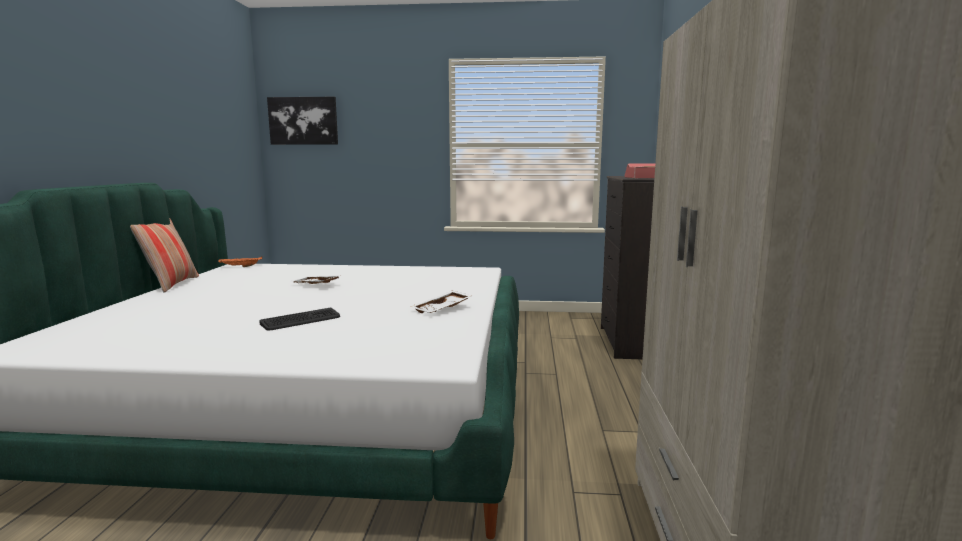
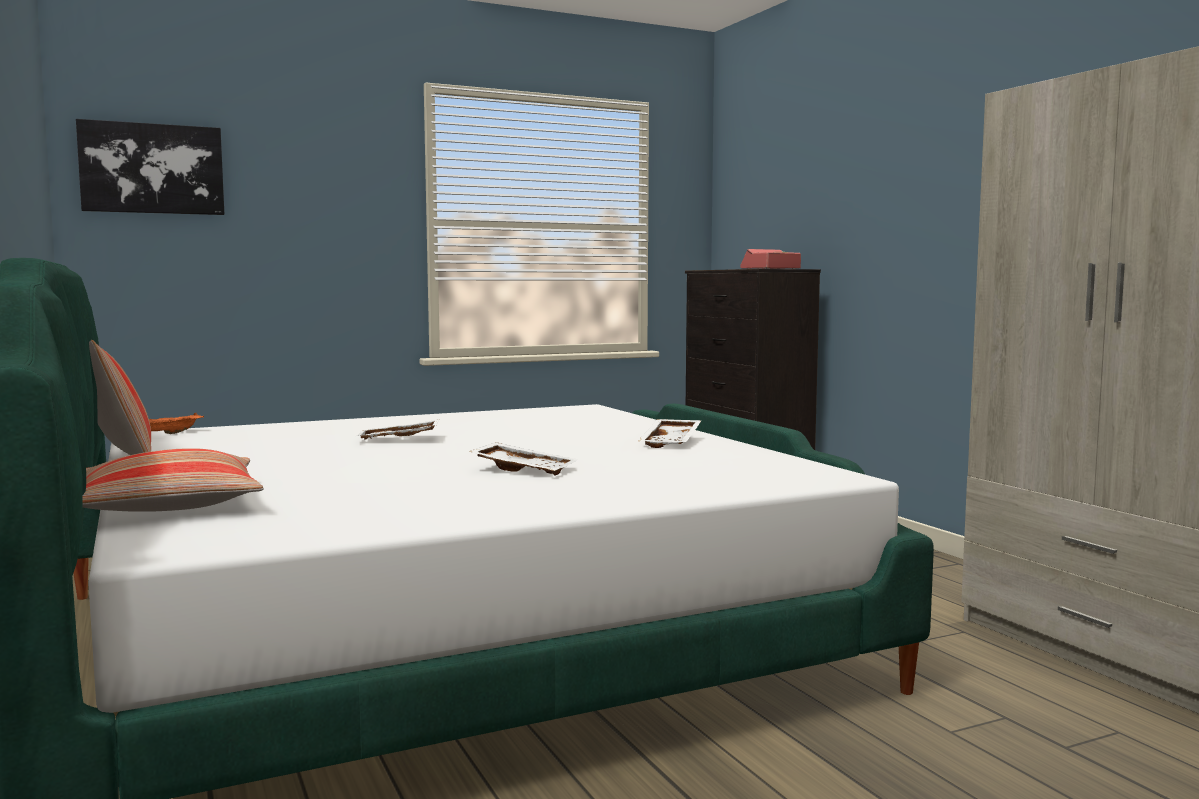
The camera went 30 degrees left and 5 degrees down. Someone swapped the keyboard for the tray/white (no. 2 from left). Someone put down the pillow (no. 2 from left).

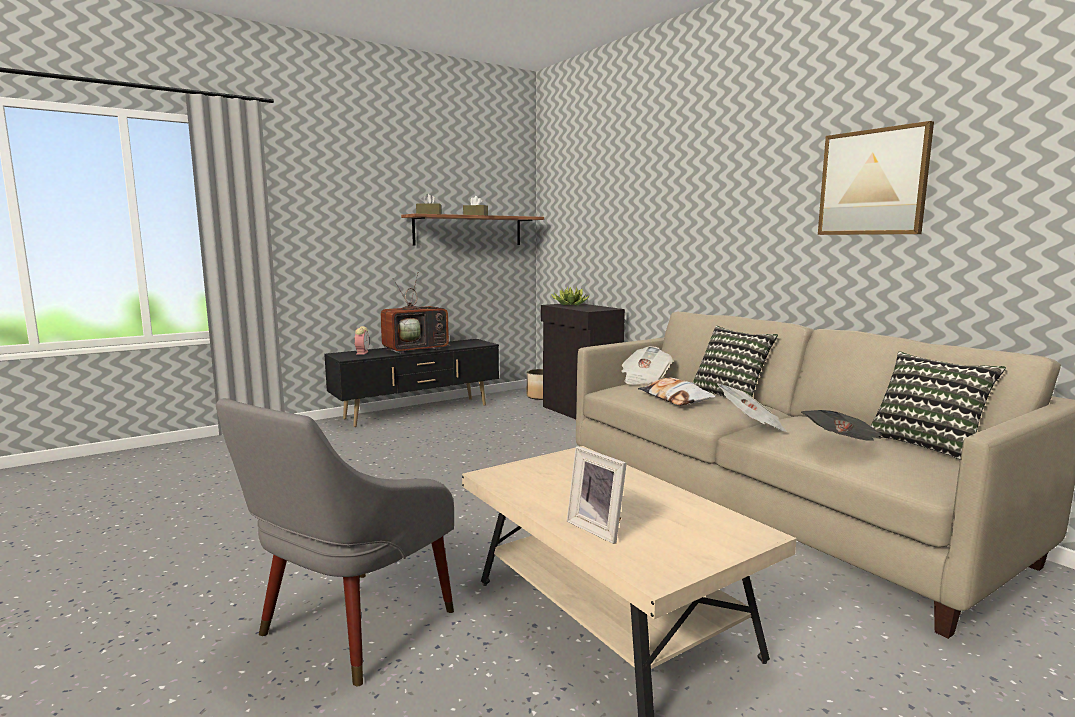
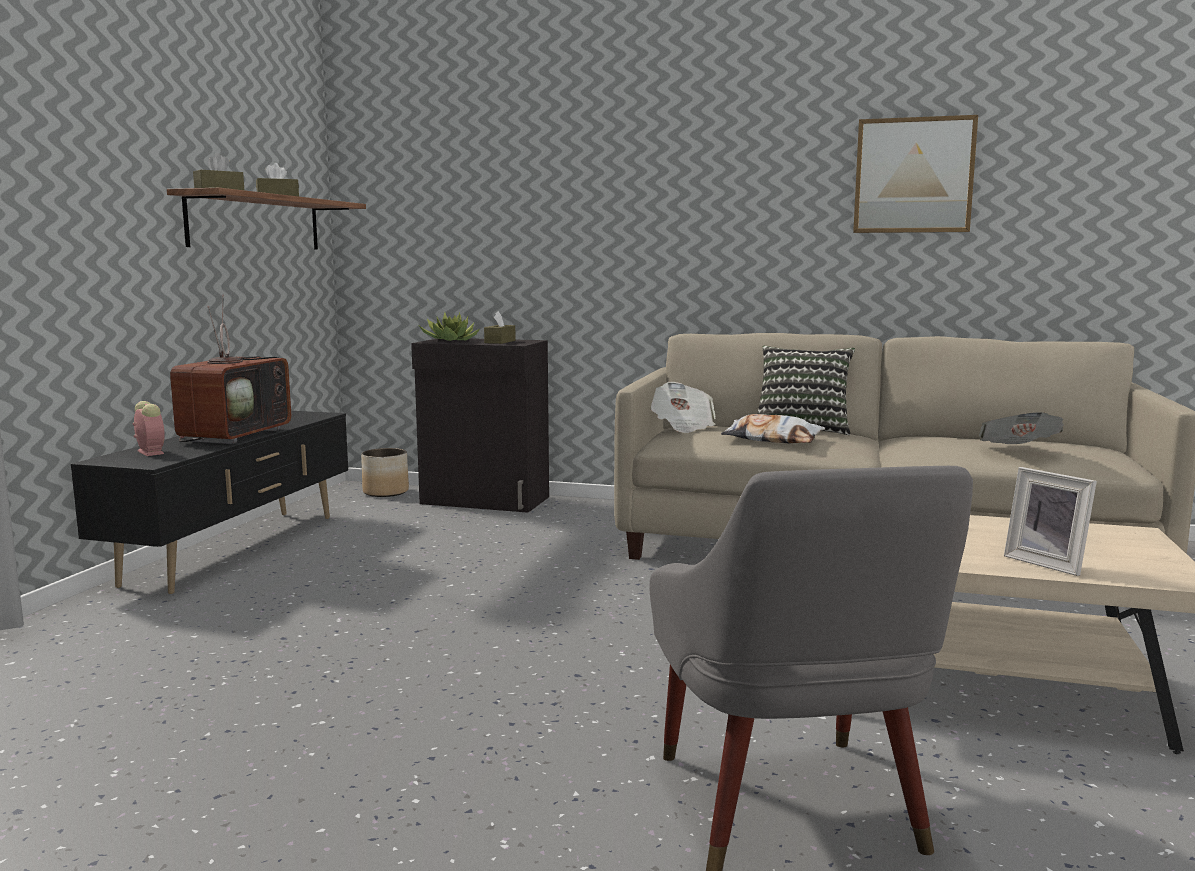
The camera went 40 degrees left and 0 degrees up. Someone rotated the picture frame by 45 degrees clockwise. Someone took away the newspaper (no. 2 from left). Someone took away the pillow (no. 3 from left). Someone put down the tissue box/brown (no. 3 from left).

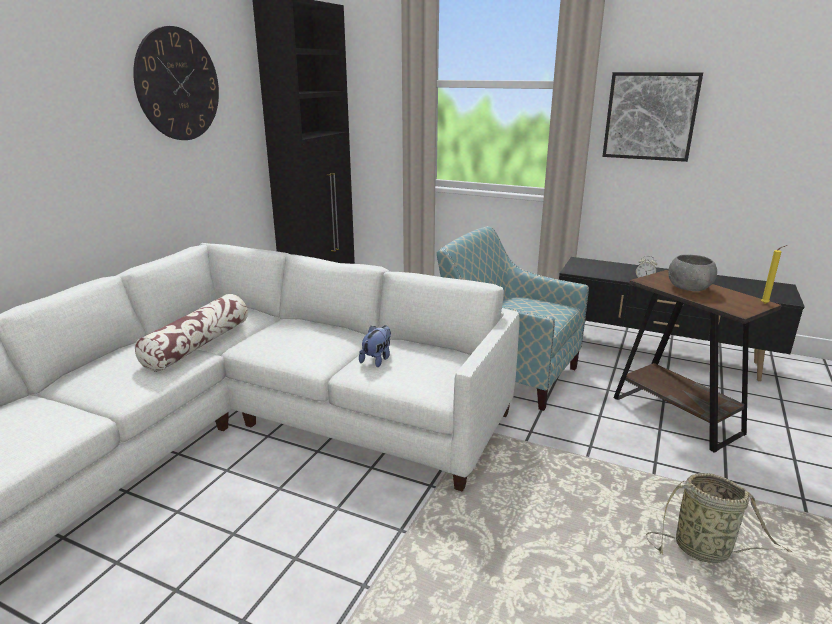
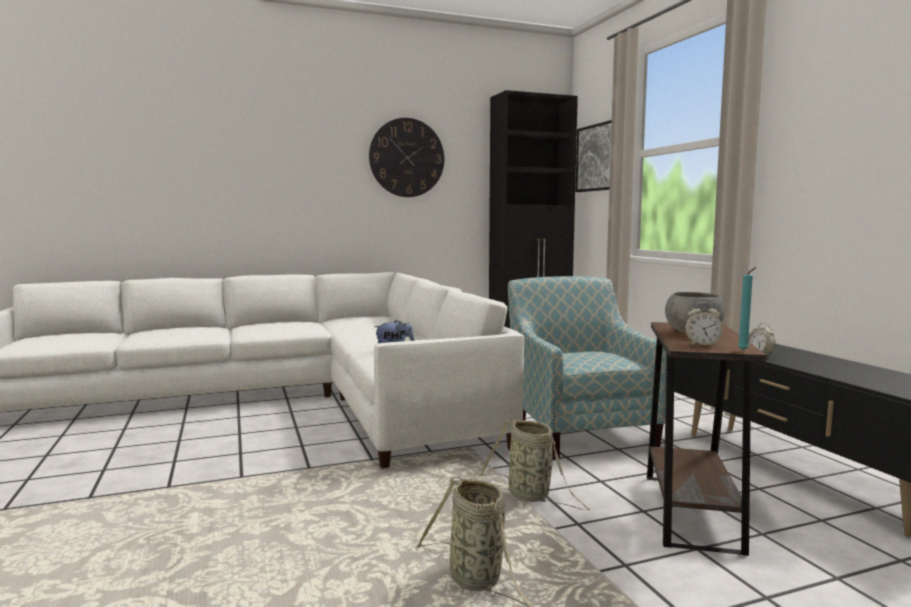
The camera went 45 degrees right and 15 degrees down. Someone took away the pillow. Someone carried the picture. Someone repainted the candle/yellow, which became the candle/turquoise. Someone put down the basket (no. 2 from left). Someone put down the alarm clock (no. 1 from left).

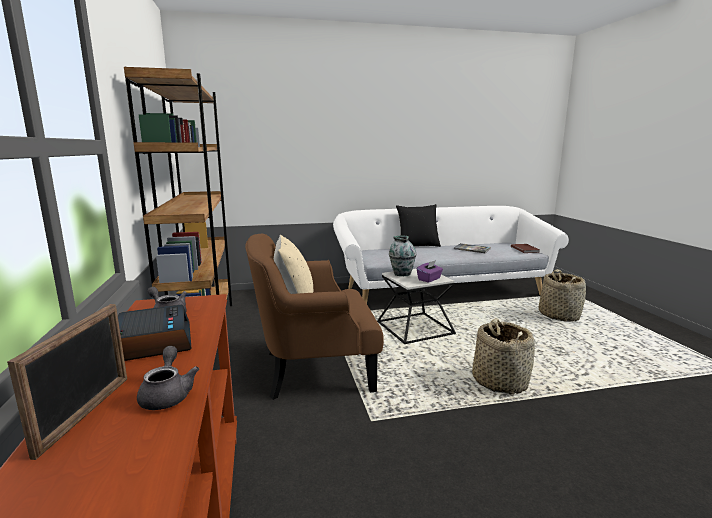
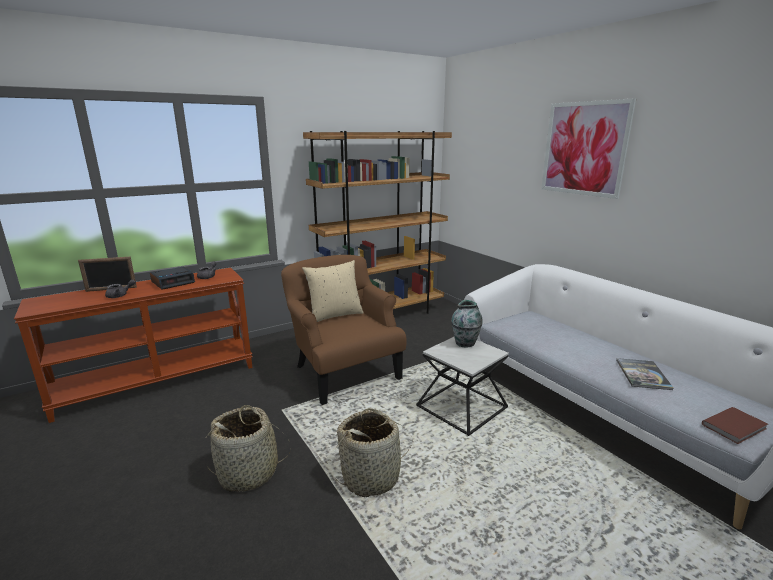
The camera went 70 degrees right and 5 degrees up. Someone took away the pillow/black. Someone took away the tissue box/purple. Someone carried the basket (no. 2 from left in the first image). Someone put up the picture.

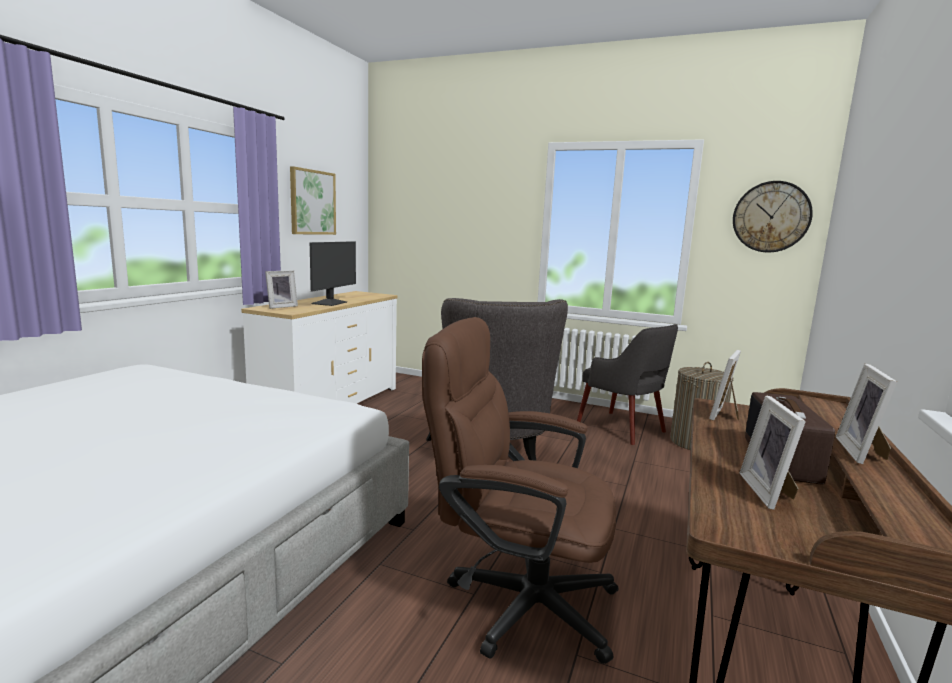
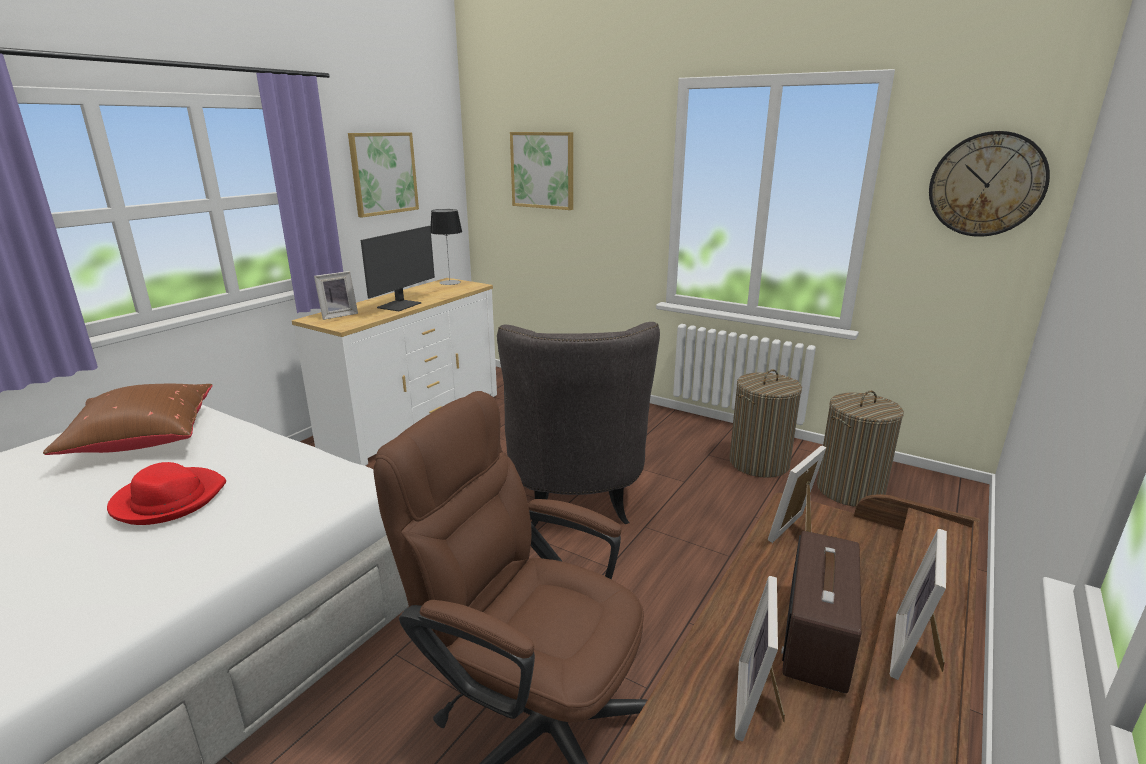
The camera went 10 degrees right and 10 degrees up. Someone swapped the armchair/grey (no. 2 from left) for the laundry basket (no. 1 from left). Someone put down the pillow/brown. Someone put down the hat/red. Someone put down the table lamp. Someone put up the picture (no. 2 from left).

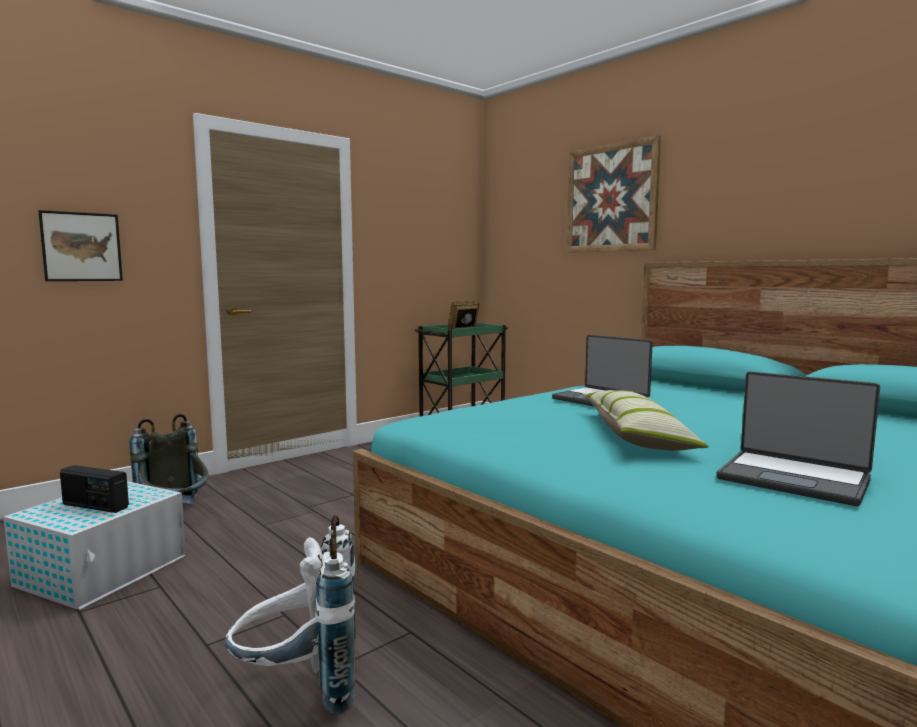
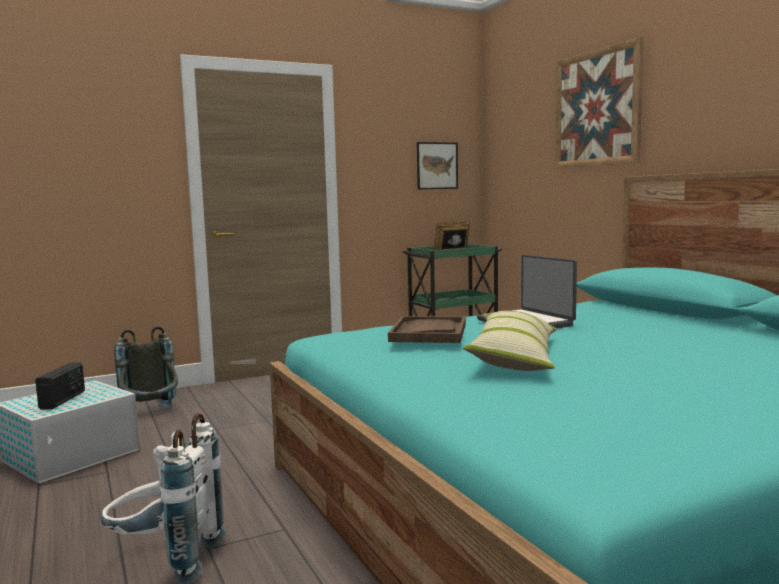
The camera went 15 degrees right and 0 degrees up. Someone carried the picture (no. 1 from left). Someone rotated the radio by 120 degrees counterclockwise. Someone took away the laptop (no. 2 from left). Someone put down the tray/brown.

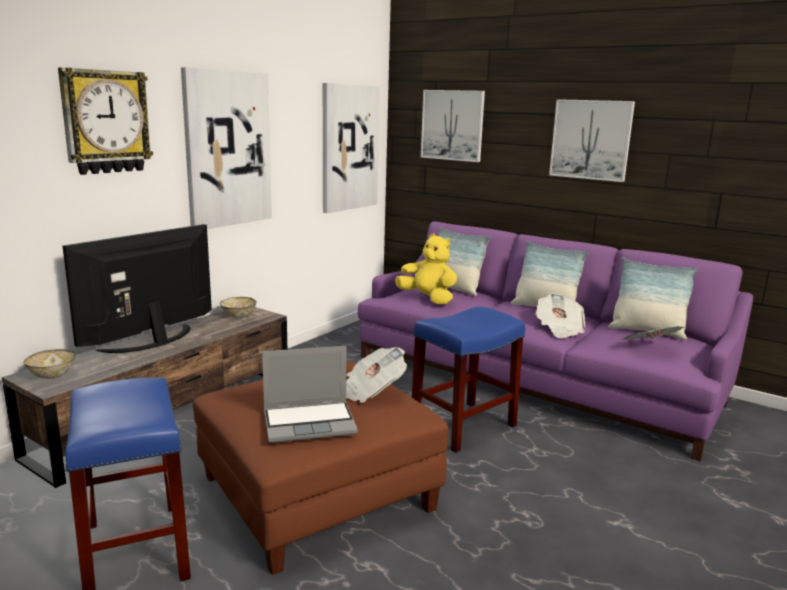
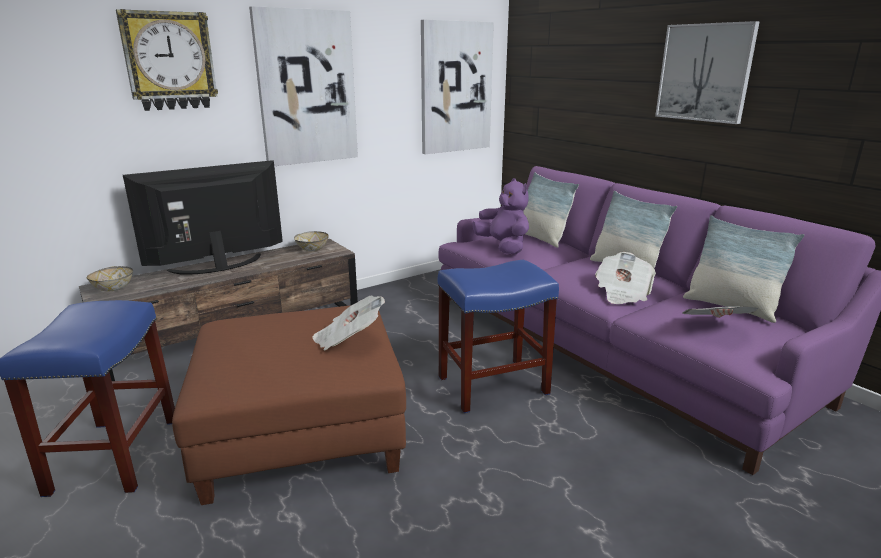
The camera went 20 degrees right and 5 degrees up. Someone took away the laptop. Someone repainted the plush toy/yellow, which became the plush toy/purple. Someone took away the picture (no. 3 from left).

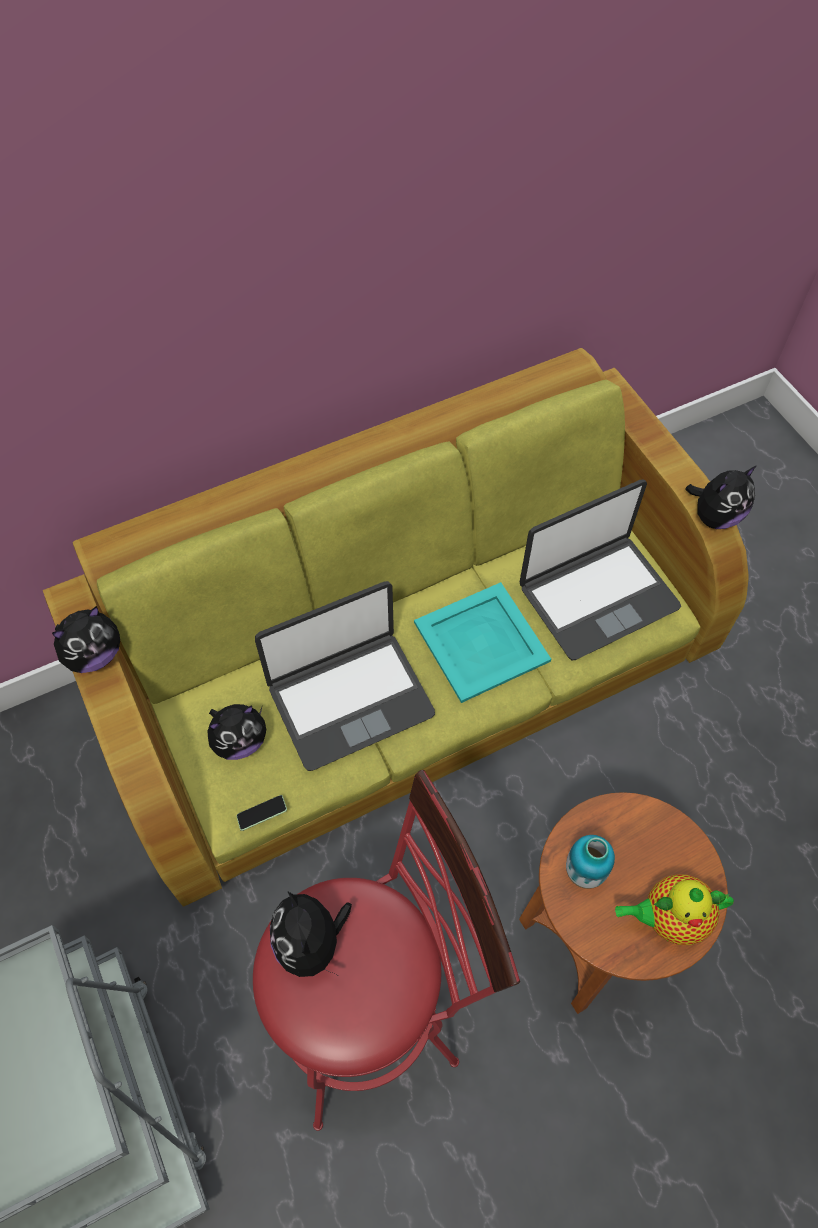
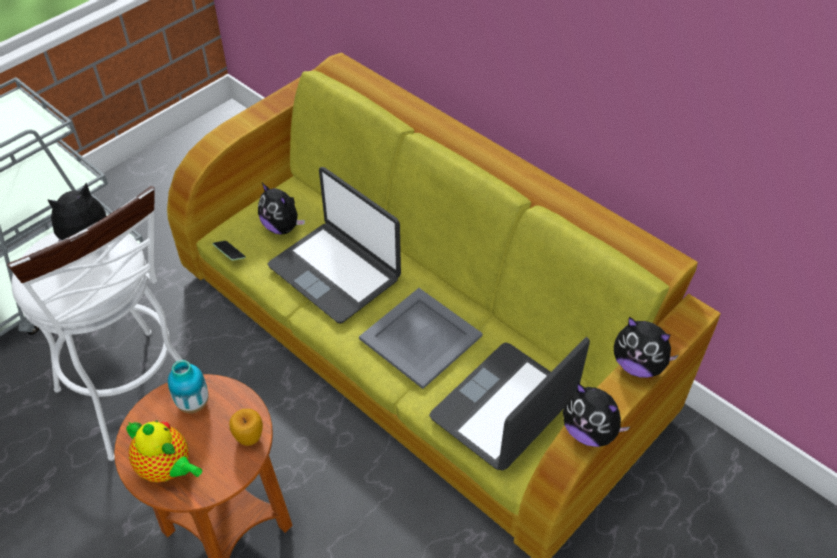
The camera went 70 degrees right and 10 degrees down. Someone carried the plush toy (no. 1 from left in the first image). Someone repainted the stool/red, which became the stool/white. Someone repainted the tray/turquoise, which became the tray/grey. Someone rotated the laptop (no. 2 from left) by 90 degrees clockwise. Someone rotated the teapot by 150 degrees clockwise. Someone put down the apple.

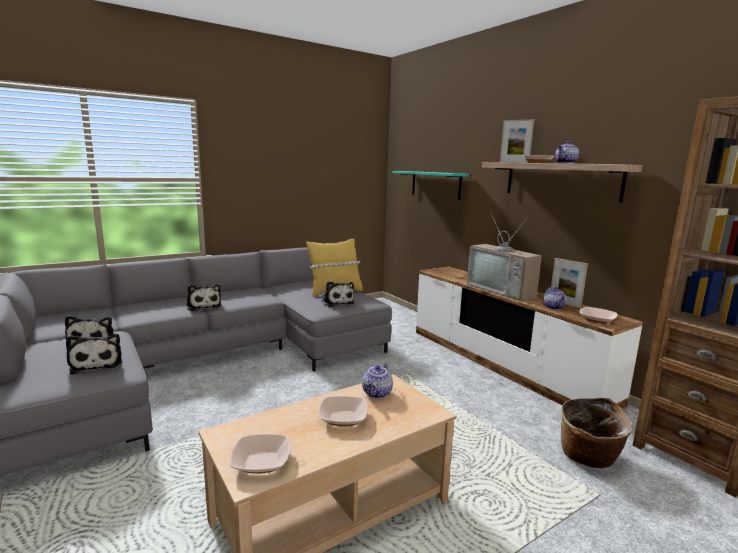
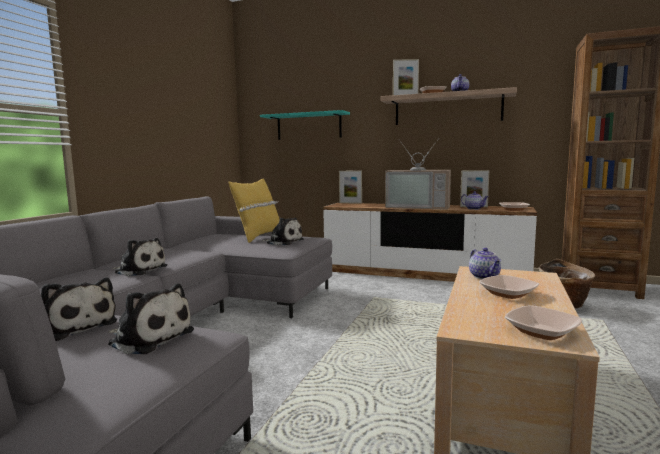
The camera went 35 degrees left and 5 degrees down. Someone put down the picture frame (no. 1 from left).

